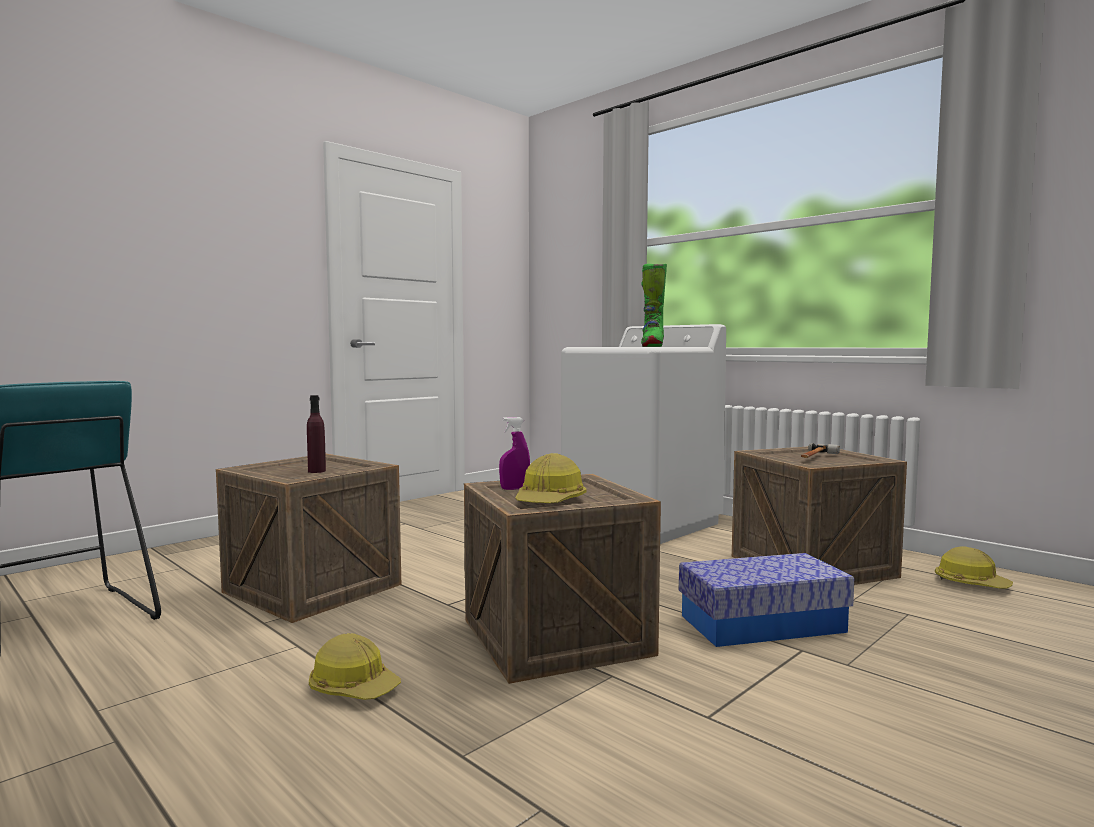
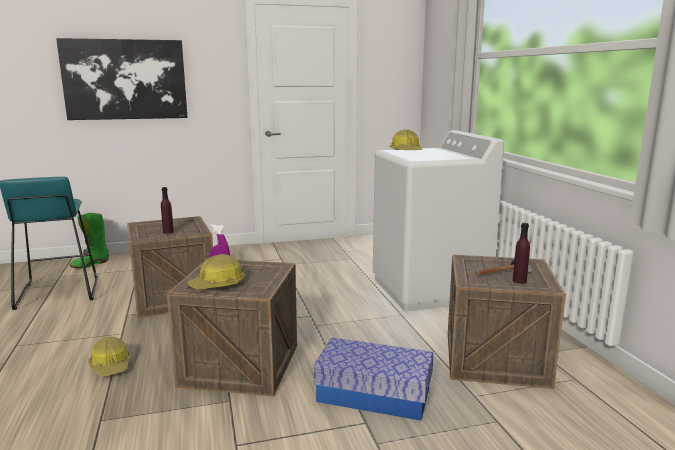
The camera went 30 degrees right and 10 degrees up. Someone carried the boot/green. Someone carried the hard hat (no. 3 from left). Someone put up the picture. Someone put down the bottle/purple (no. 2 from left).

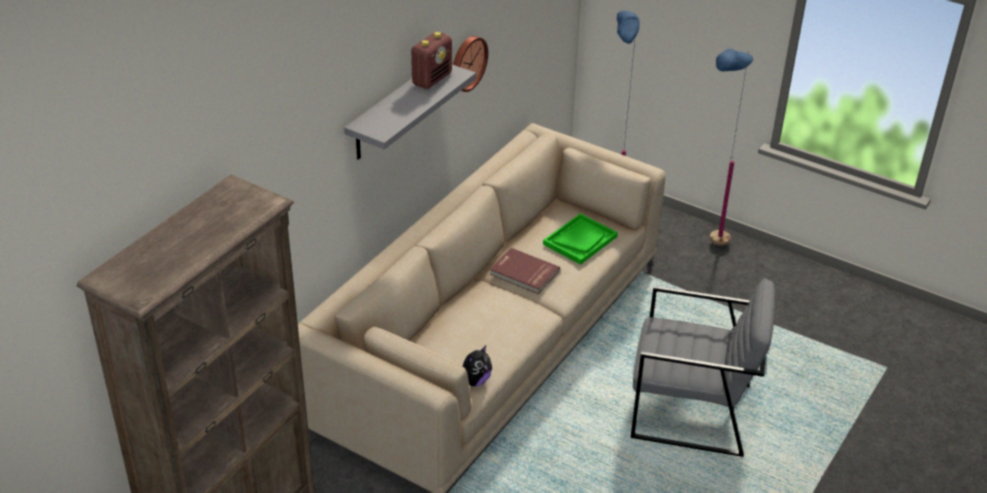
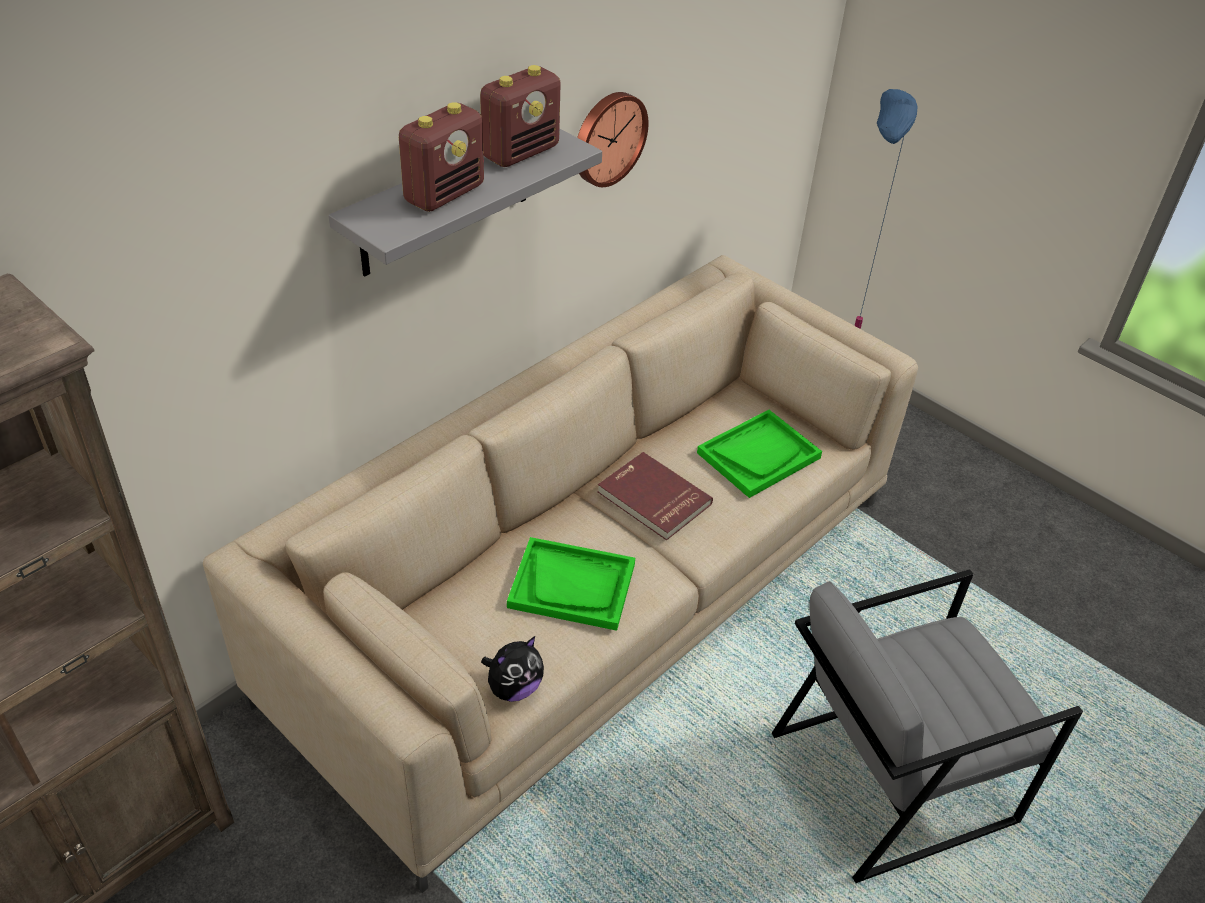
The camera went 10 degrees right and 5 degrees up. Someone rotated the armchair/grey by 135 degrees clockwise. Someone took away the floor lamp/blue (no. 2 from left). Someone put down the radio (no. 1 from left). Someone put down the tray/green (no. 1 from left).

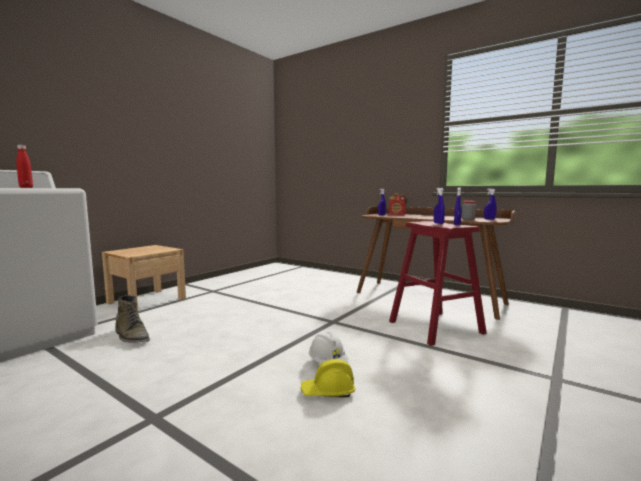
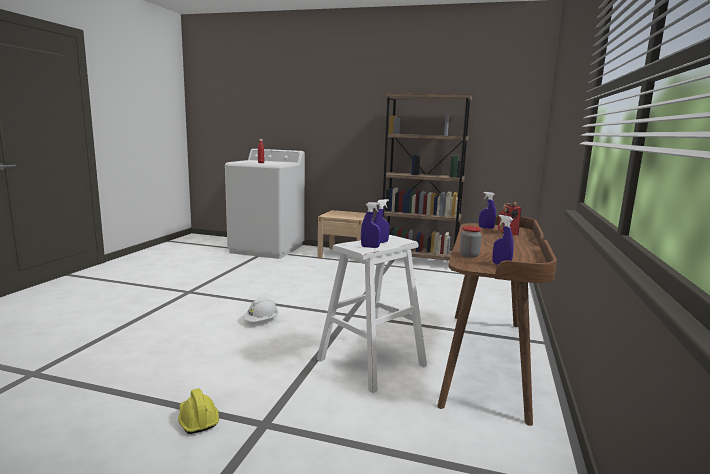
The camera went 70 degrees right and 5 degrees up. Someone took away the boot/green. Someone carried the hard hat/yellow. Someone repainted the stool/red, which became the stool/white. Someone put down the bookcase/brown.

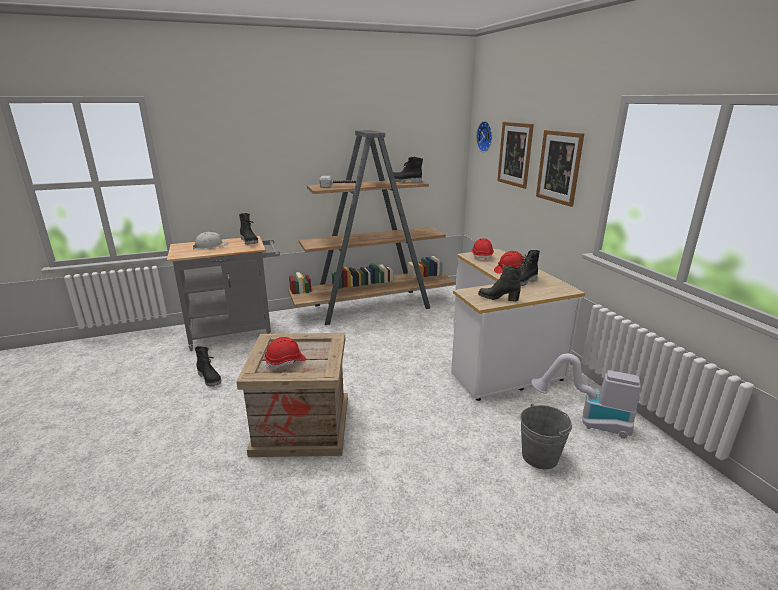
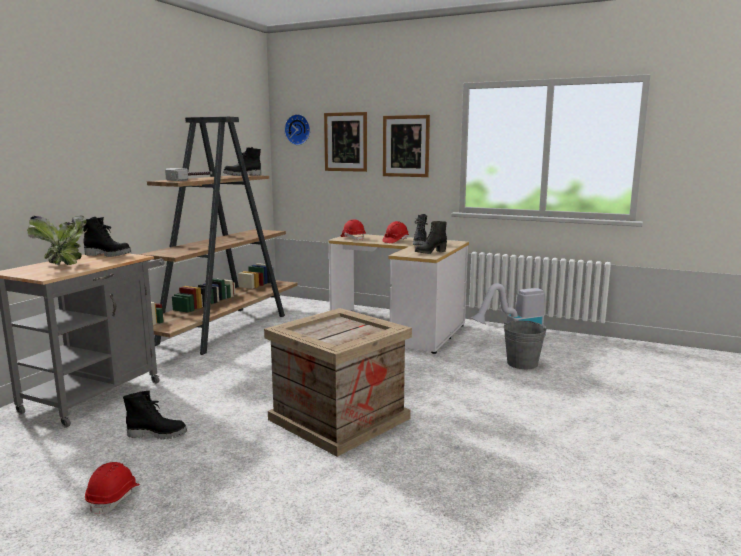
The camera went 45 degrees left and 10 degrees down. Someone swapped the hard hat/white for the potted plant. Someone carried the hard hat/red (no. 1 from left).

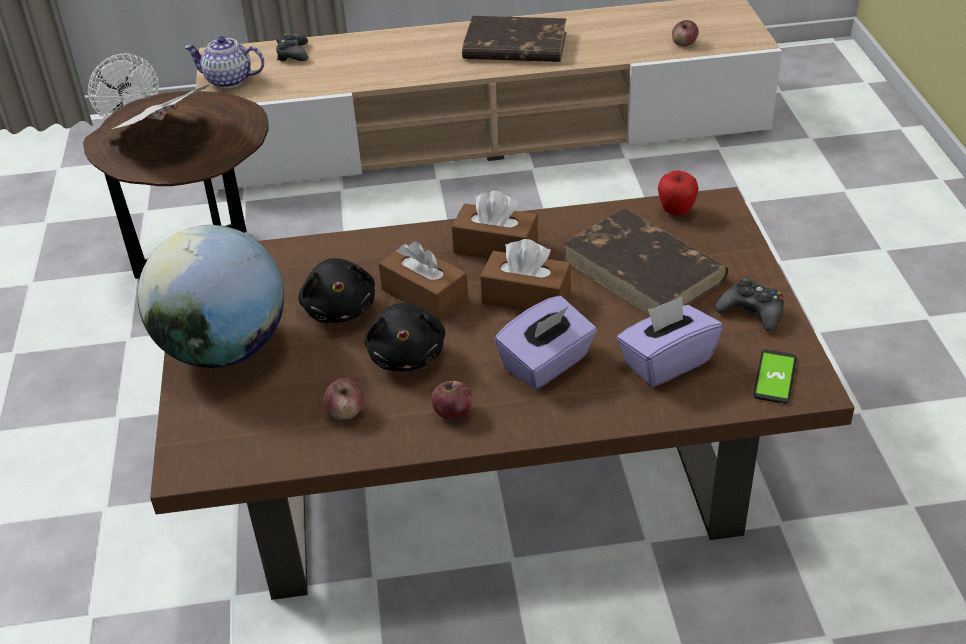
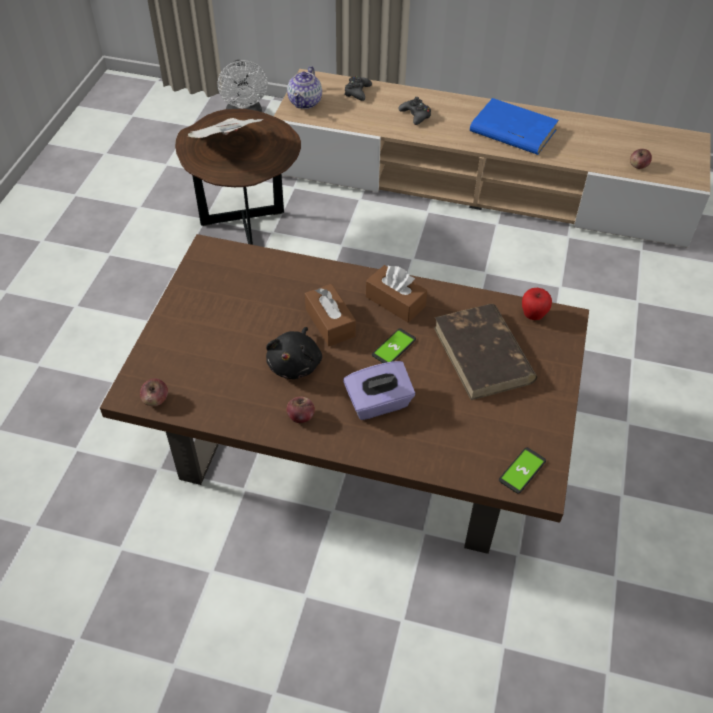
The camera went 20 degrees right and 10 degrees up. Someone took away the globe. Someone rotated the teapot by 105 degrees counterclockwise. Someone took away the plush toy/black (no. 1 from left). Someone carried the apple (no. 1 from left). Someone repainted the book/brown (no. 1 from left), which became the book/blue. Someone swapped the tissue box/brown (no. 3 from left) for the phone (no. 1 from left). Someone took away the tissue box/purple (no. 2 from left). Someone carried the game controller/black (no. 2 from left).

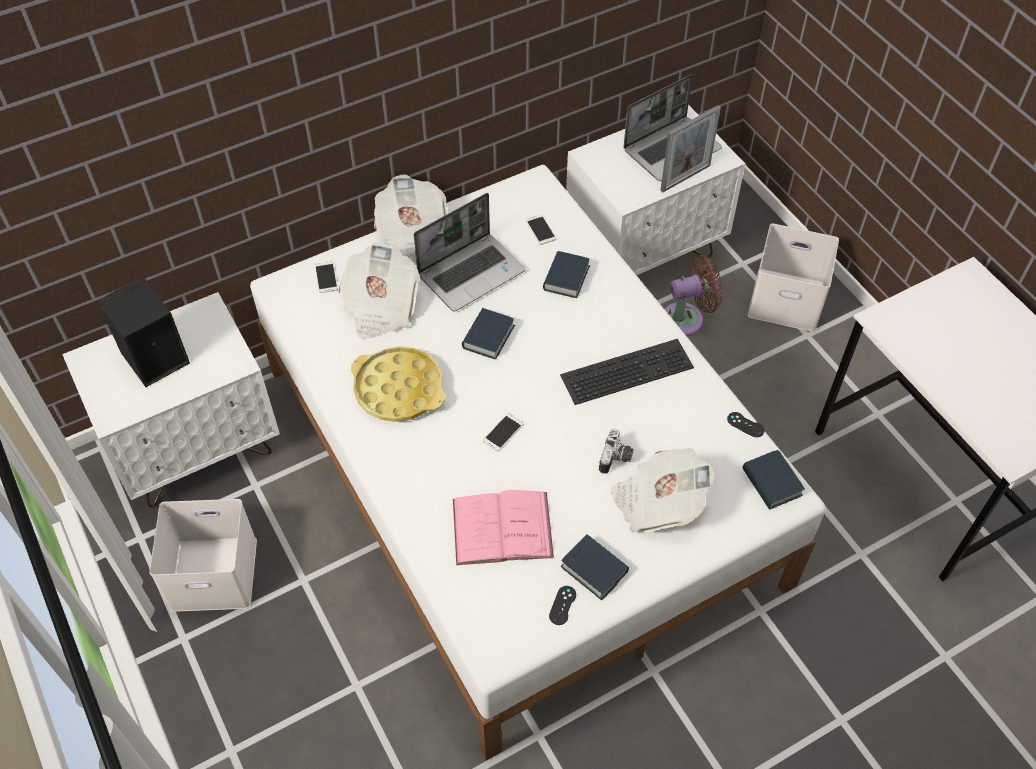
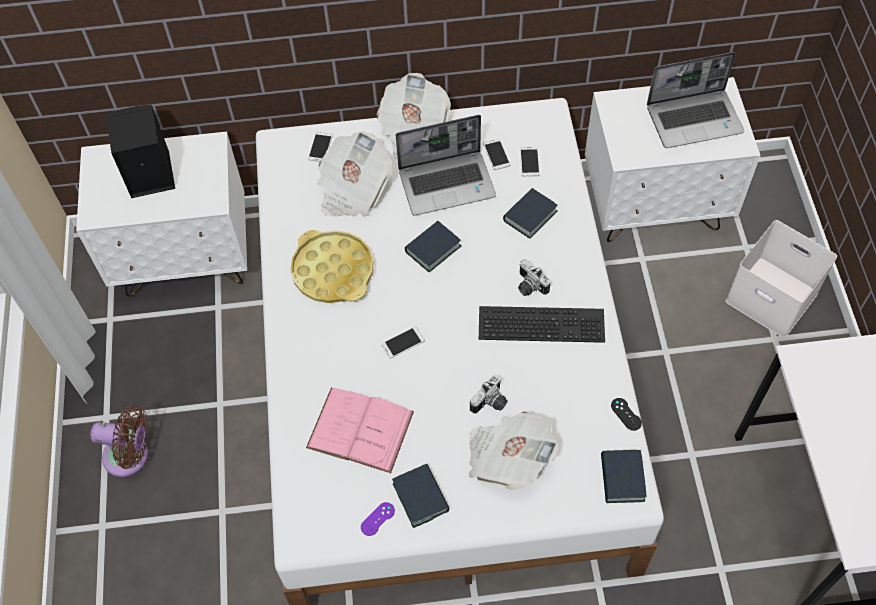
The camera went 25 degrees right and 5 degrees up. Someone took away the storage box/white (no. 1 from left). Someone repainted the game controller/black (no. 1 from left), which became the game controller/purple. Someone took away the picture frame. Someone carried the fan/brown. Someone put down the phone (no. 3 from left). Someone put down the photo camera (no. 2 from left).

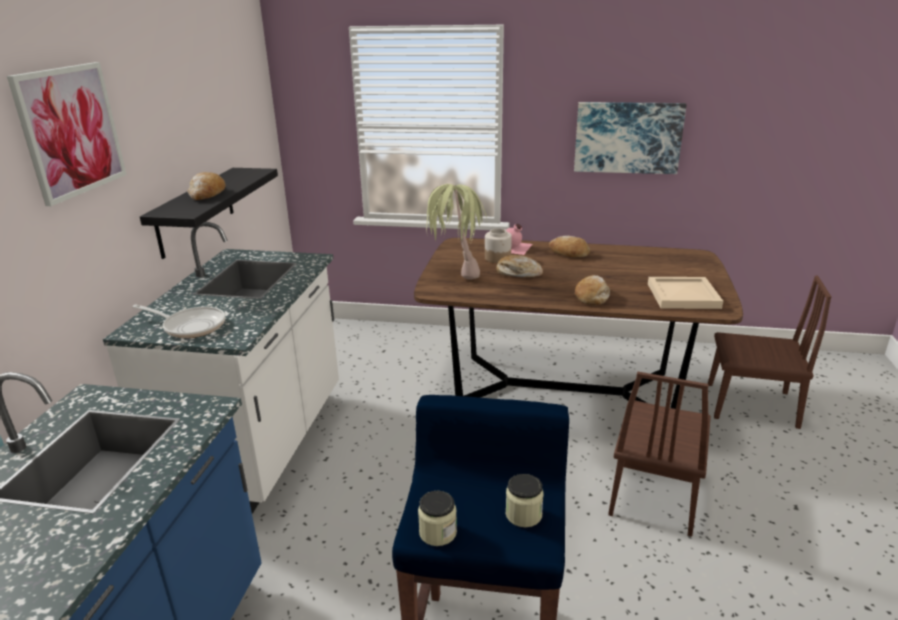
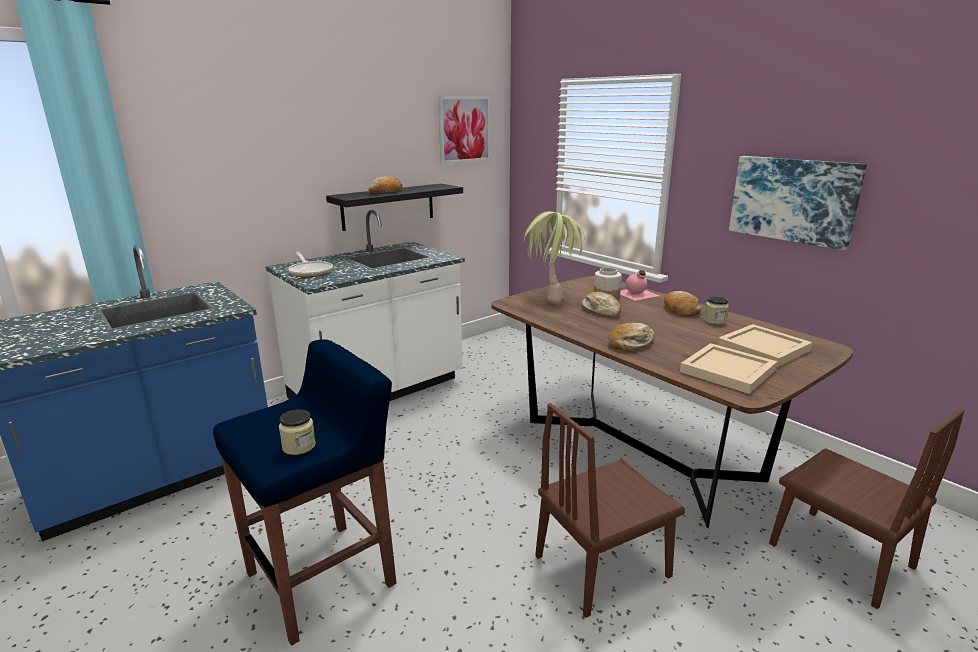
The camera went 40 degrees right and 5 degrees down. Someone carried the picture (no. 1 from left). Someone carried the jar (no. 1 from left in the first image). Someone put down the tray/beige (no. 2 from left).

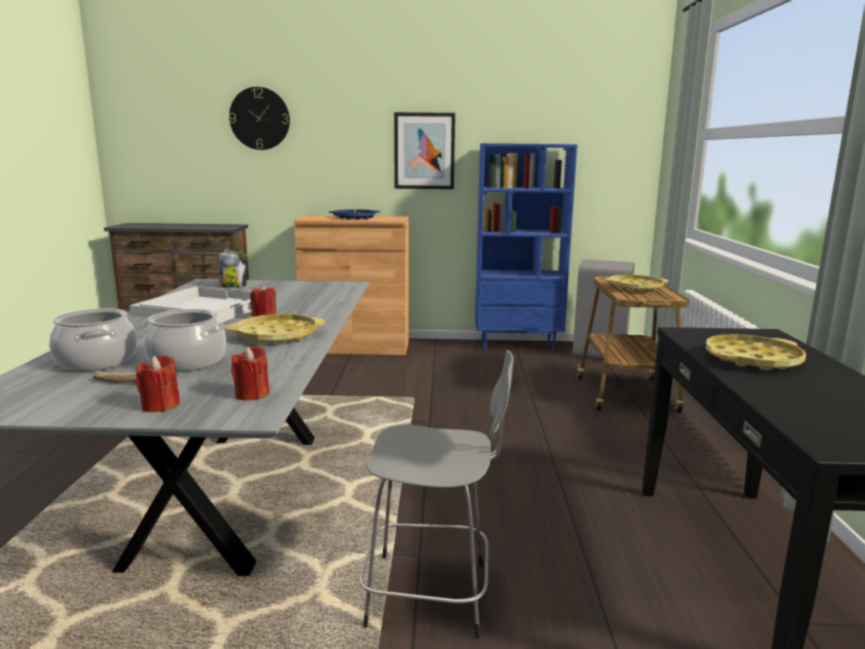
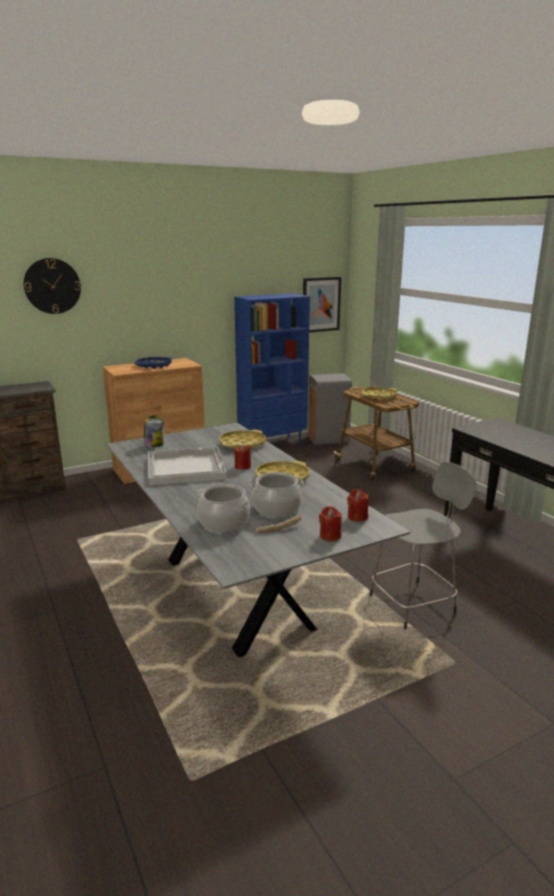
The camera went 30 degrees left and 5 degrees up. Someone carried the picture. Someone carried the tray/yellow (no. 3 from left in the first image).

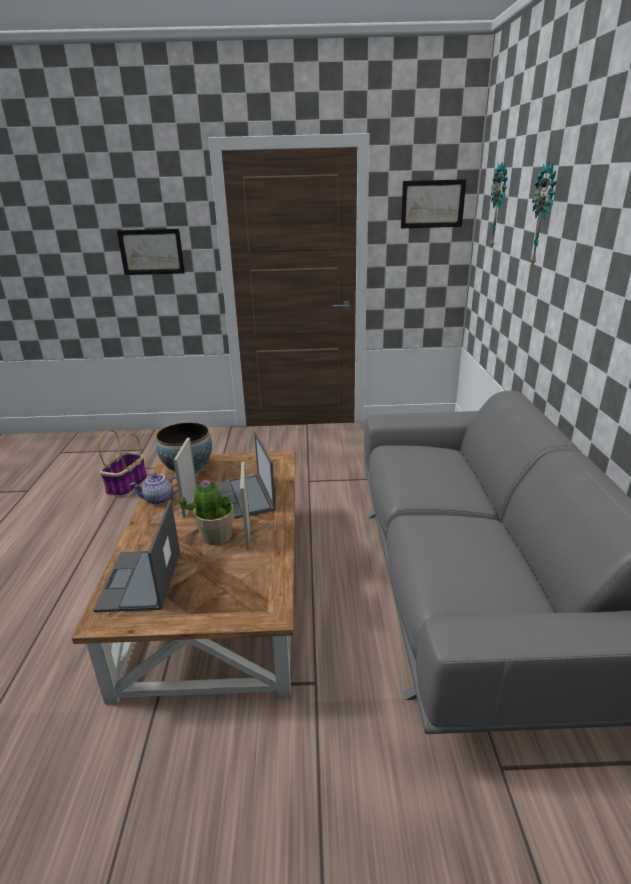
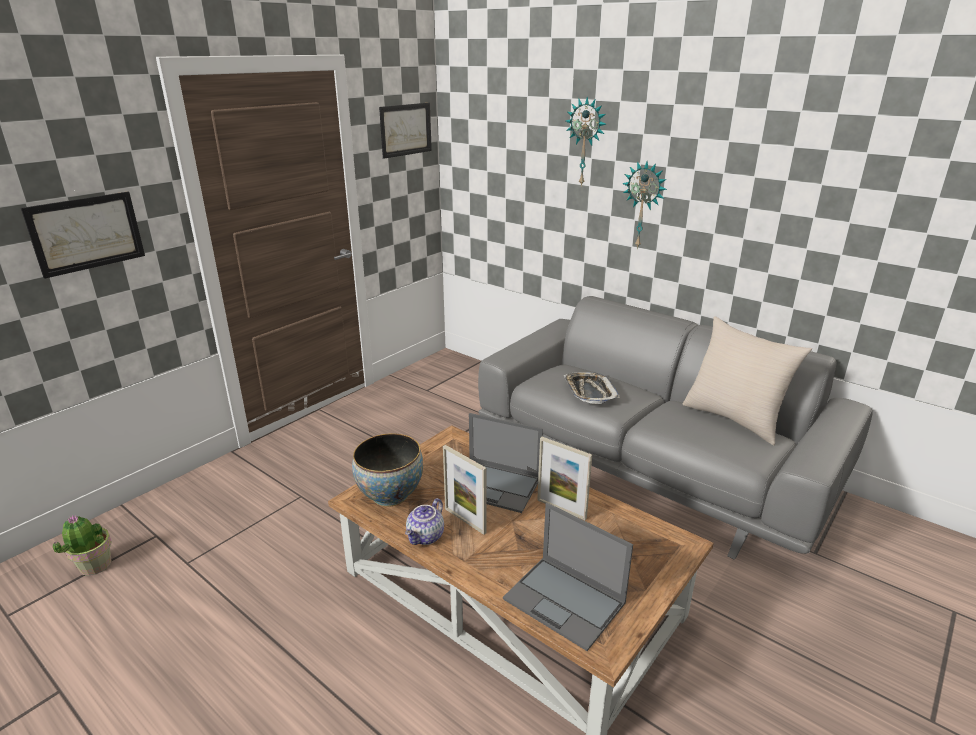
The camera went 50 degrees left and 0 degrees up. Someone took away the basket. Someone carried the potted plant. Someone carried the wall clock (no. 1 from left in the first image). Someone put down the tray. Someone put down the pillow/beige.

